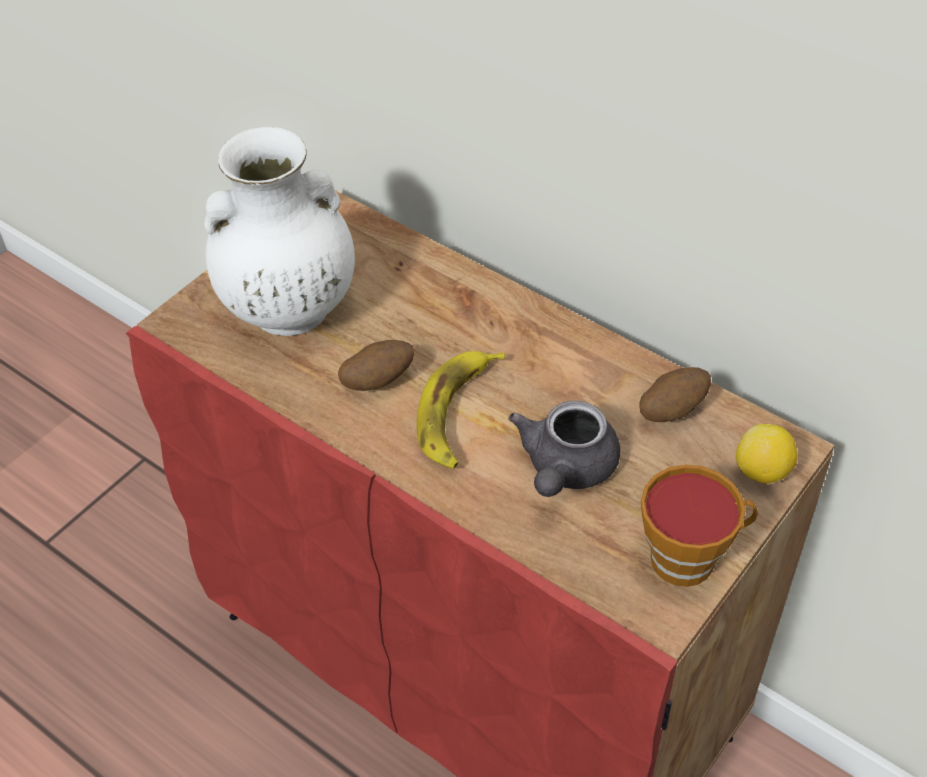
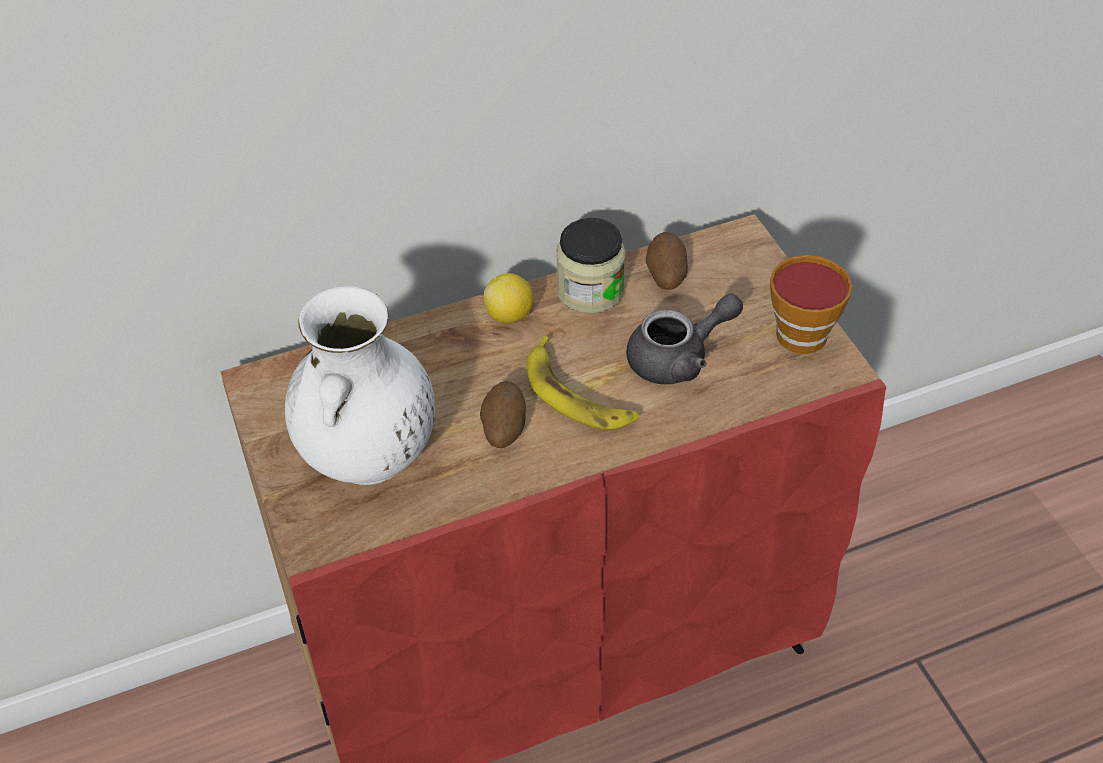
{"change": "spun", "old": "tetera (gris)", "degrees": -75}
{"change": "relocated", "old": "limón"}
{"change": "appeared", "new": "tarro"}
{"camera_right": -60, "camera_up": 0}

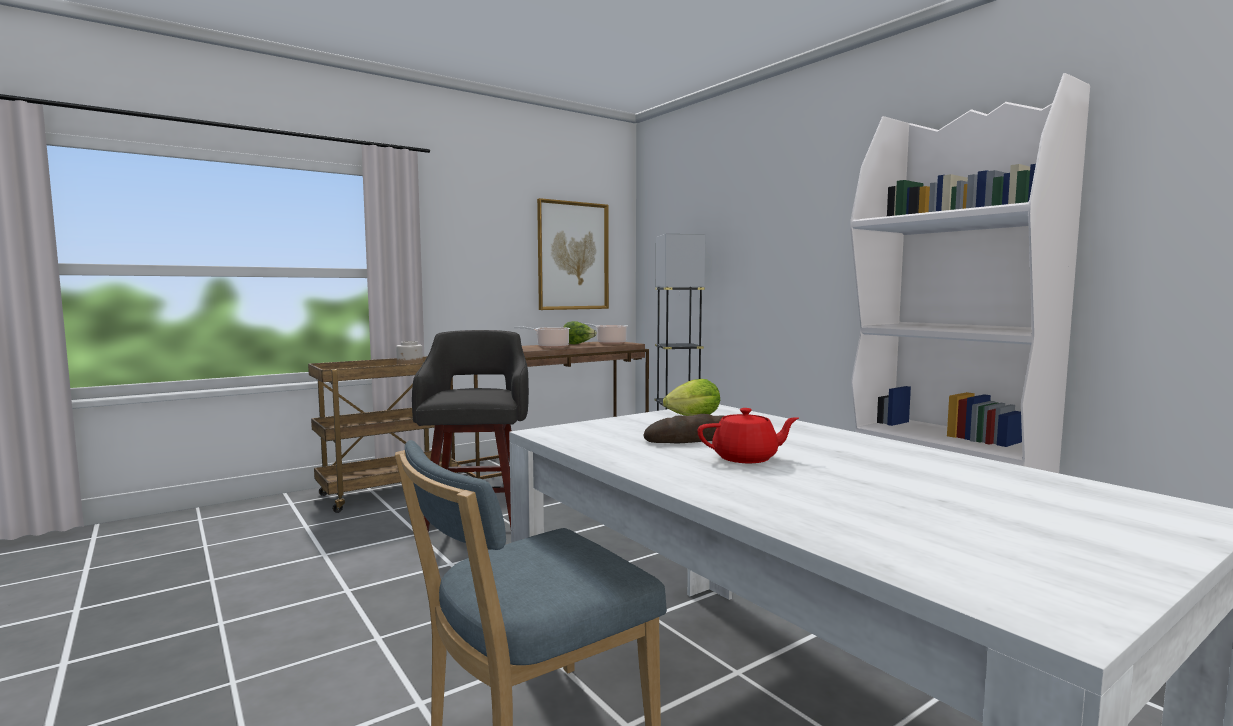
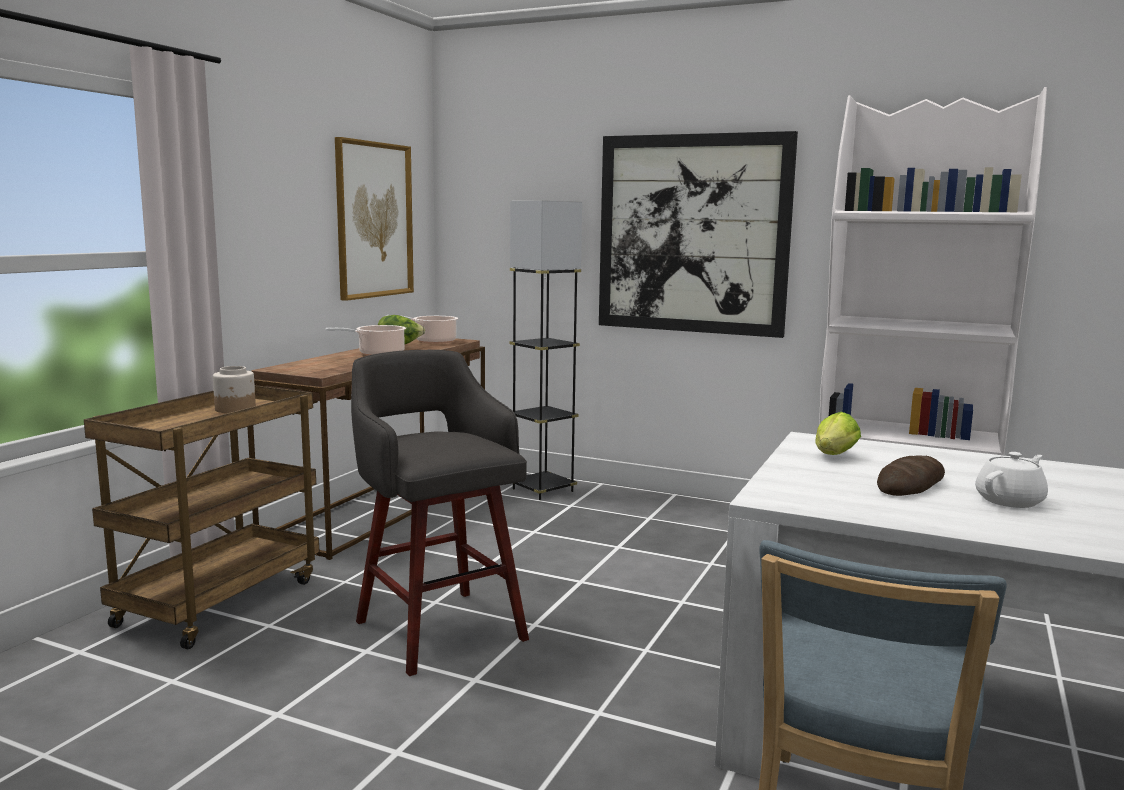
{"change": "colour", "old": "tetera (rojo)", "new": "tetera (blanco)"}
{"change": "appeared", "new": "cuadro (no. 2 from left)"}
{"camera_right": -30, "camera_up": 5}

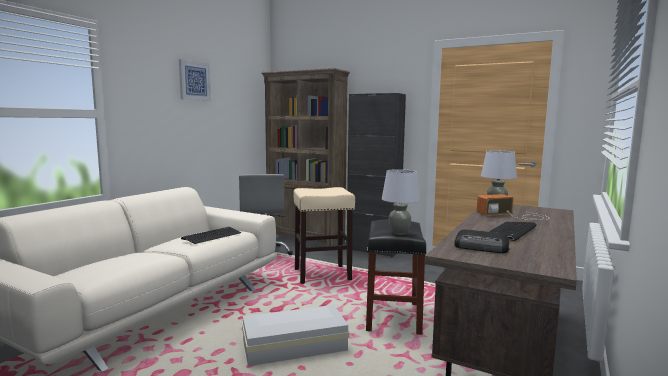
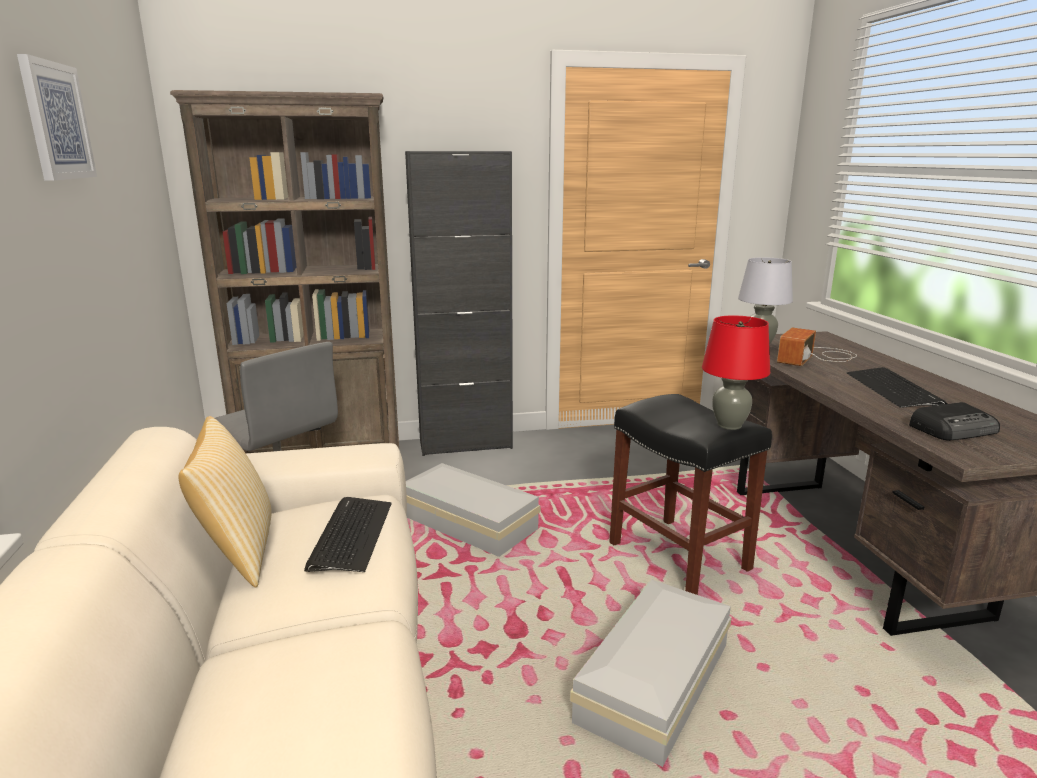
{"change": "colour", "old": "lámpara de mesa (gris) (no. 1 from left)", "new": "lámpara de mesa (rojo)"}
{"change": "exchanged", "old": "taburete (beis)", "new": "caja de almacenaje (blanco) (no. 1 from left)"}
{"change": "appeared", "new": "cojín"}
{"camera_right": -40, "camera_up": 10}

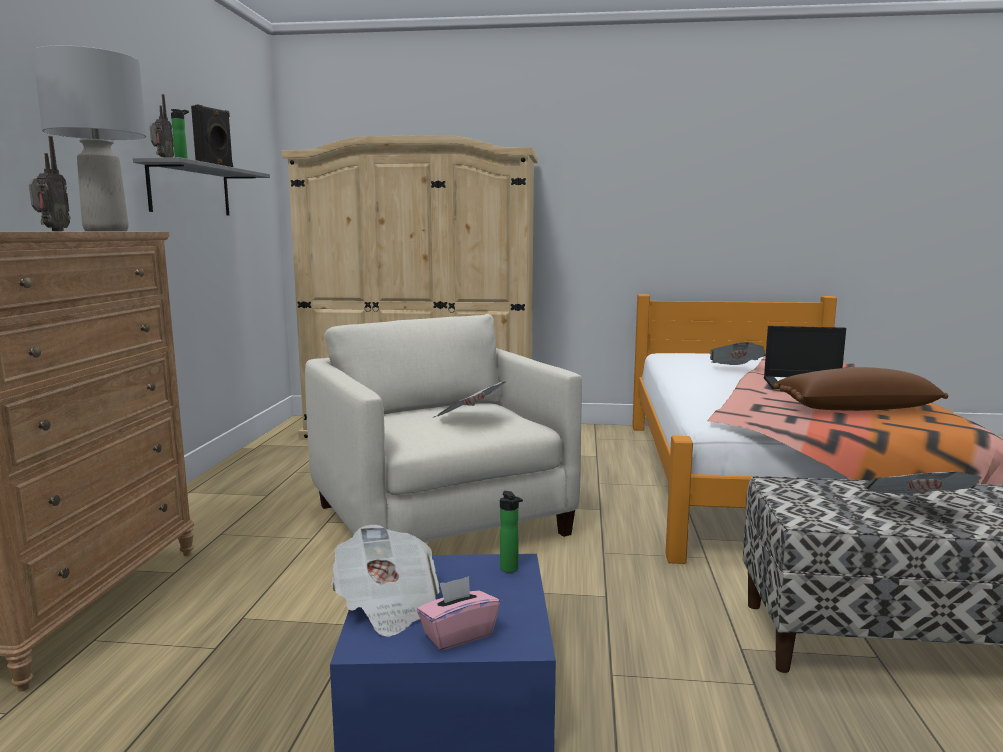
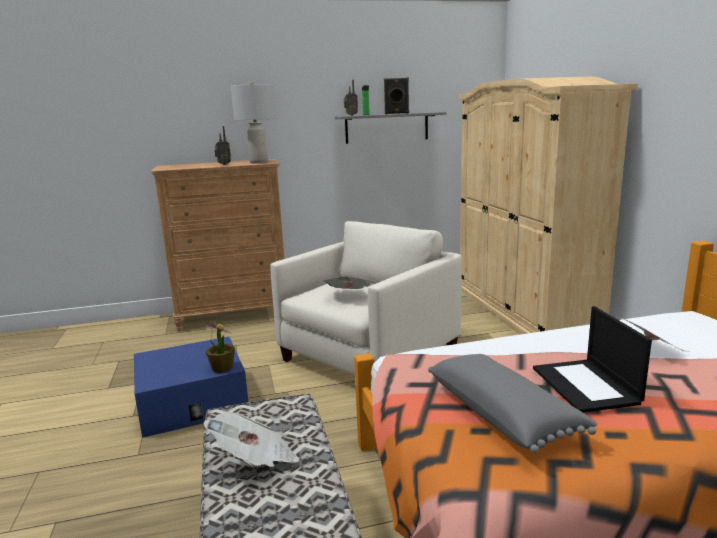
{"change": "colour", "old": "cojín (marrón)", "new": "cojín (gris)"}
{"change": "exchanged", "old": "botella (no. 2 from left)", "new": "planta en maceta"}
{"change": "missing", "old": "periódico (no. 1 from left)"}
{"change": "missing", "old": "caja de pañuelos (rosa)"}
{"camera_right": 70, "camera_up": 5}

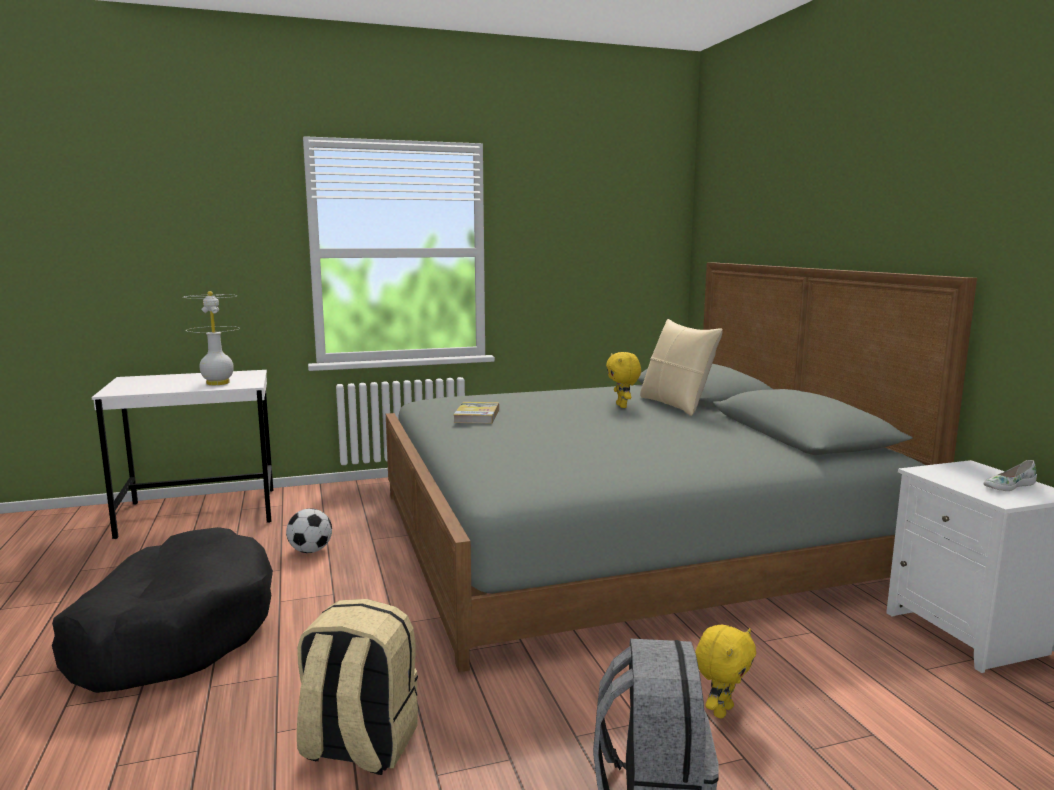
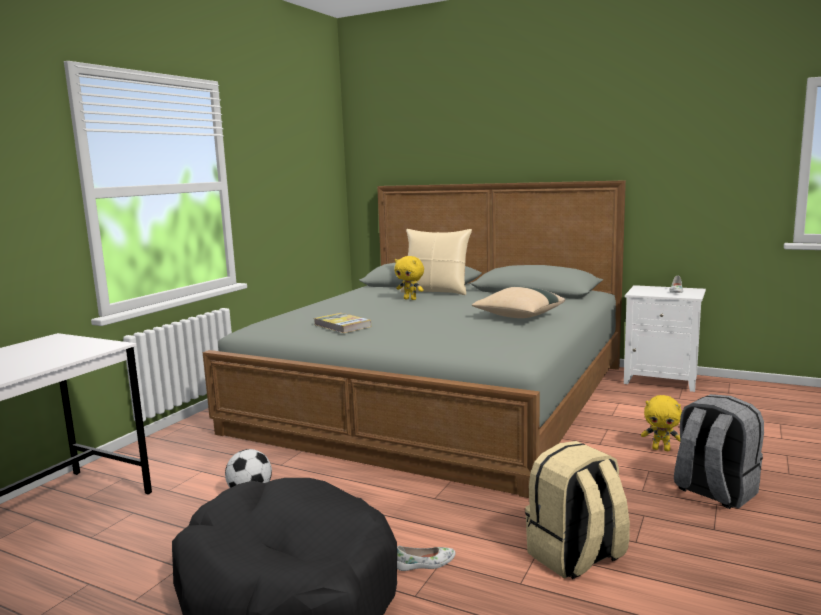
{"change": "missing", "old": "lámpara de mesa (blanco)"}
{"change": "spun", "old": "peluche (amarillo) (no. 2 from left)", "degrees": 120}
{"change": "appeared", "new": "cojín (beis) (no. 2 from left)"}
{"change": "appeared", "new": "zapato (blanco) (no. 1 from left)"}
{"camera_right": -45, "camera_up": 0}

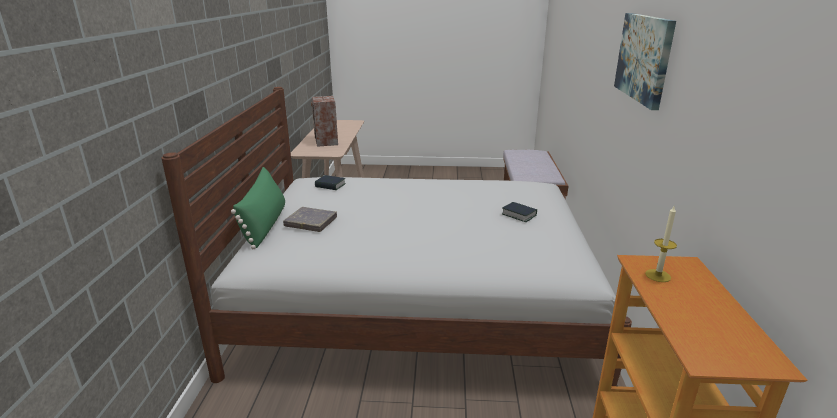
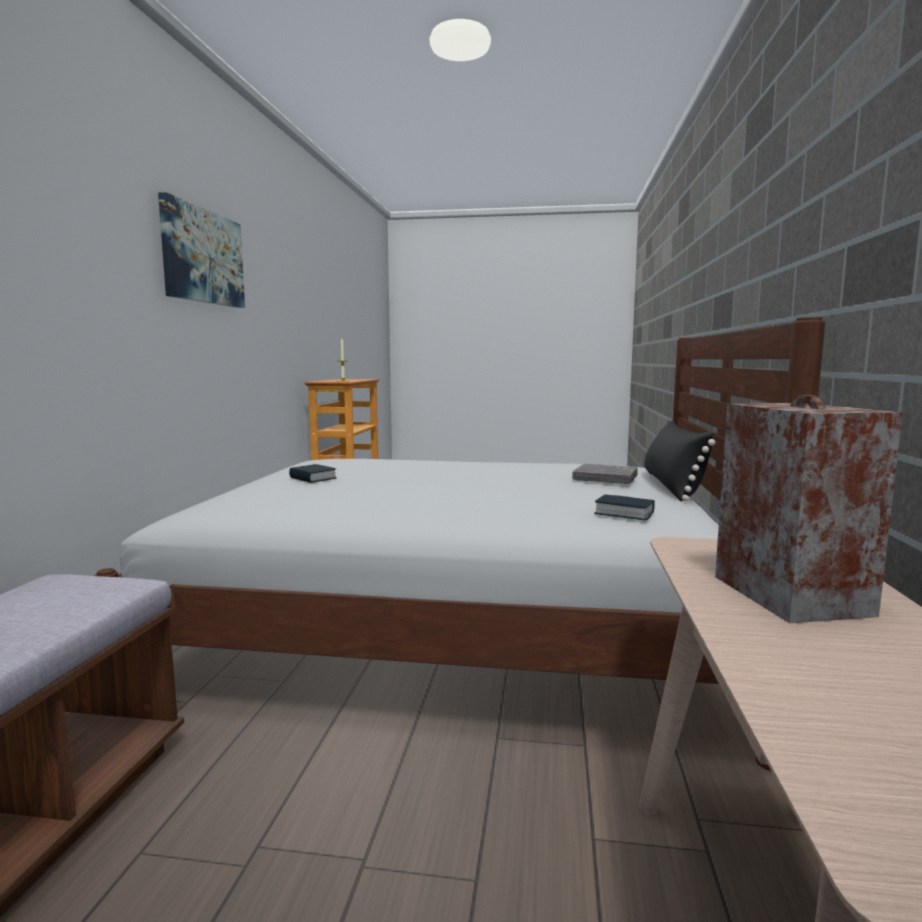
{"change": "colour", "old": "cojín (verde)", "new": "cojín (negro)"}
{"camera_right": -175, "camera_up": -15}

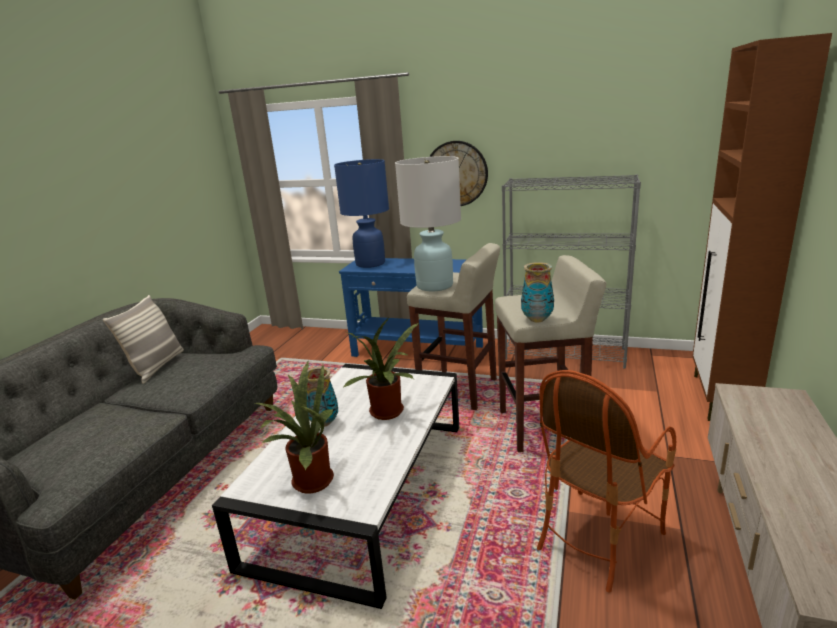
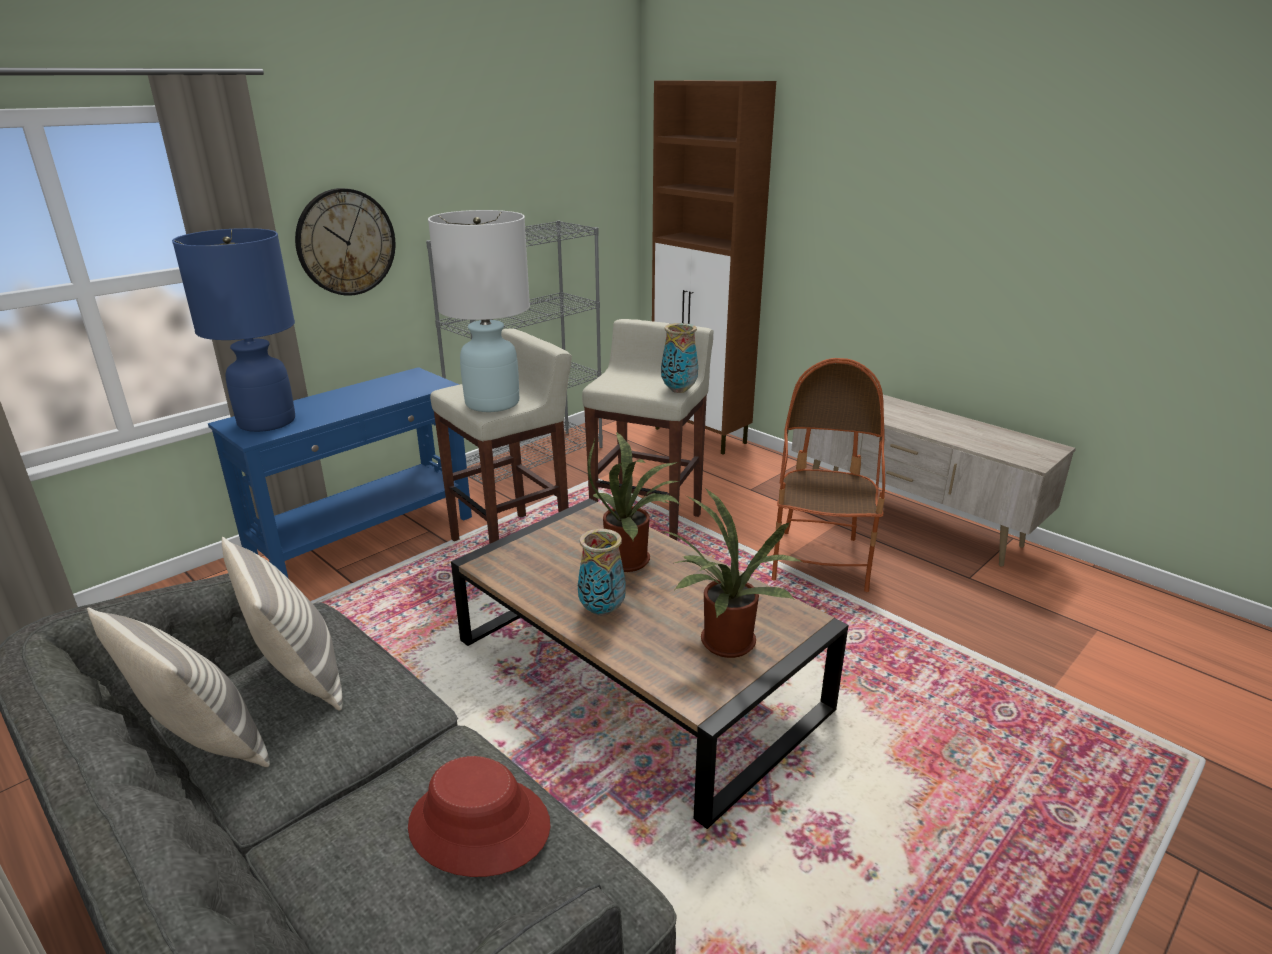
{"change": "colour", "old": "mesa de centro (blanco)", "new": "mesa de centro (marrón)"}
{"change": "spun", "old": "sillón", "degrees": -150}
{"change": "appeared", "new": "cojín (no. 2 from left)"}
{"change": "appeared", "new": "sombrero (rojo)"}
{"camera_right": -65, "camera_up": 5}

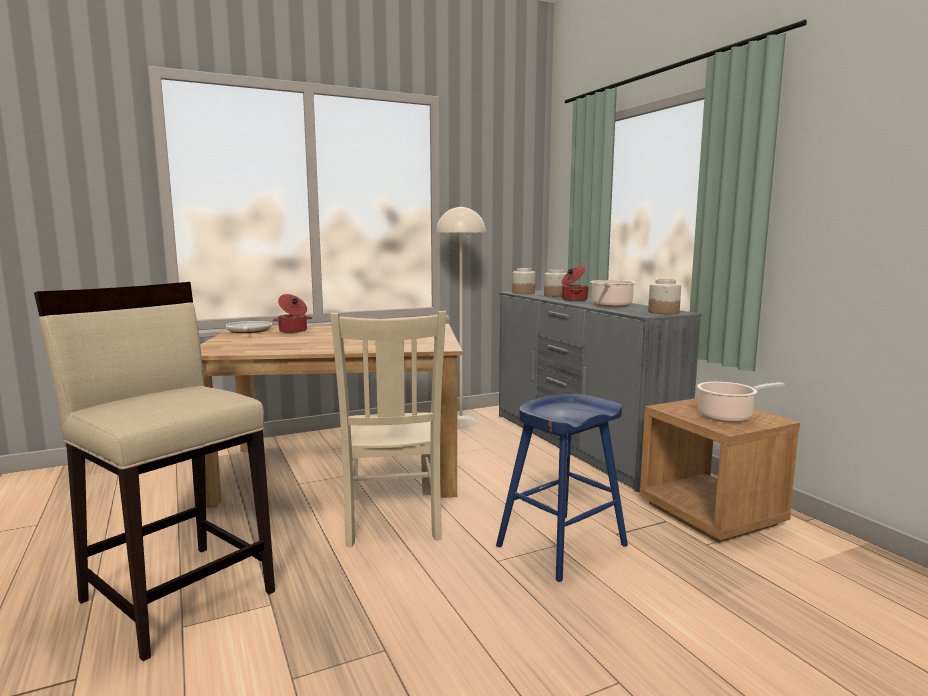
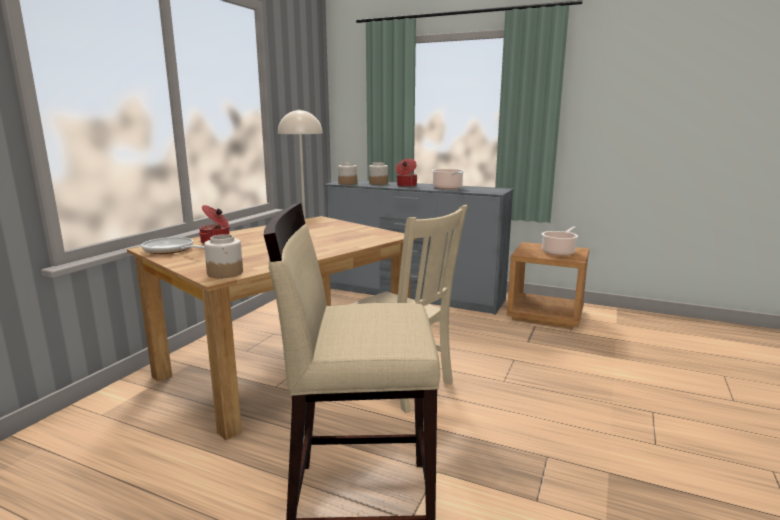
{"change": "relocated", "old": "tarro (no. 3 from left in the first image)", "new": "tarro (no. 1 from left)"}
{"change": "missing", "old": "taburete (azul)"}
{"camera_right": -40, "camera_up": 5}

